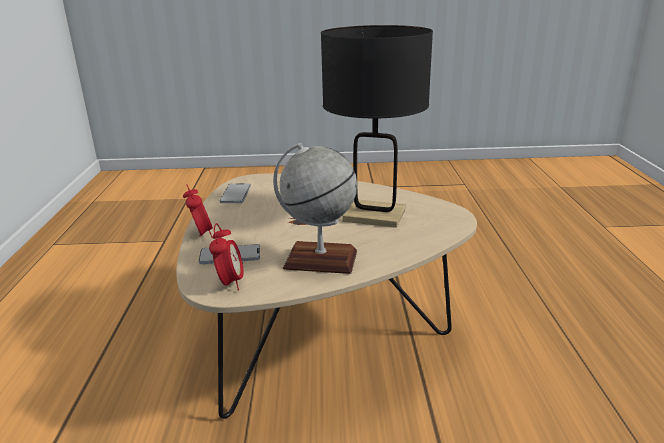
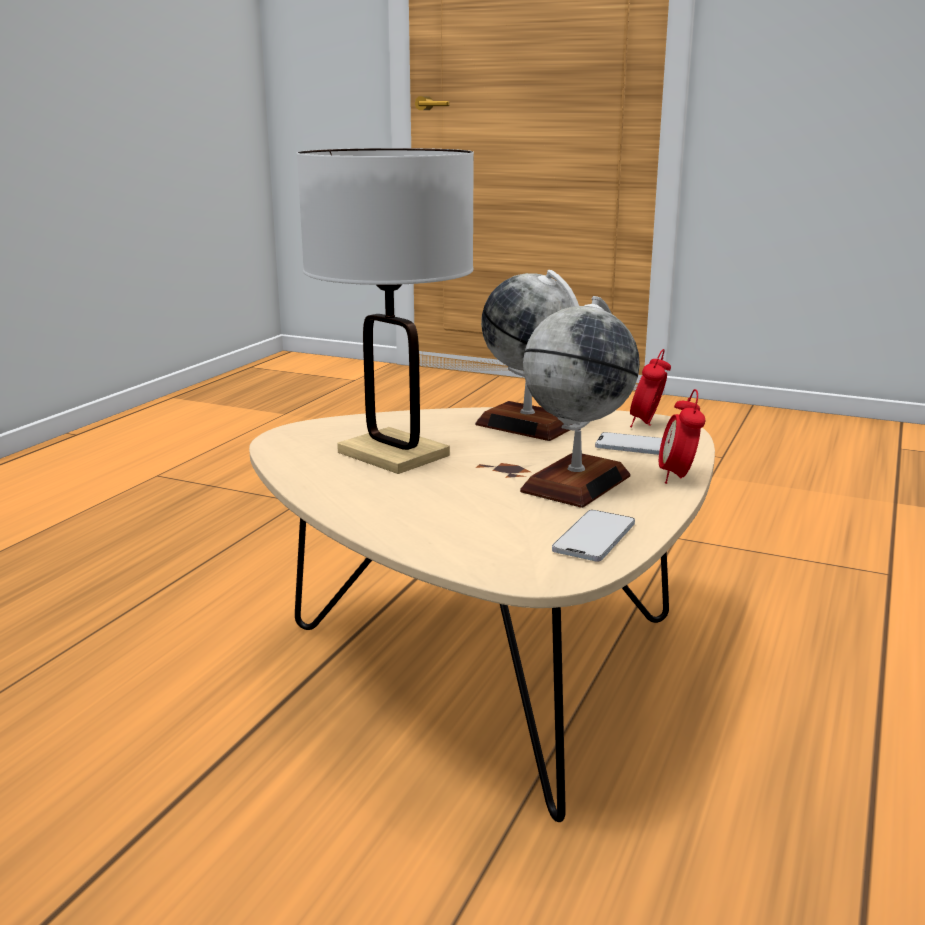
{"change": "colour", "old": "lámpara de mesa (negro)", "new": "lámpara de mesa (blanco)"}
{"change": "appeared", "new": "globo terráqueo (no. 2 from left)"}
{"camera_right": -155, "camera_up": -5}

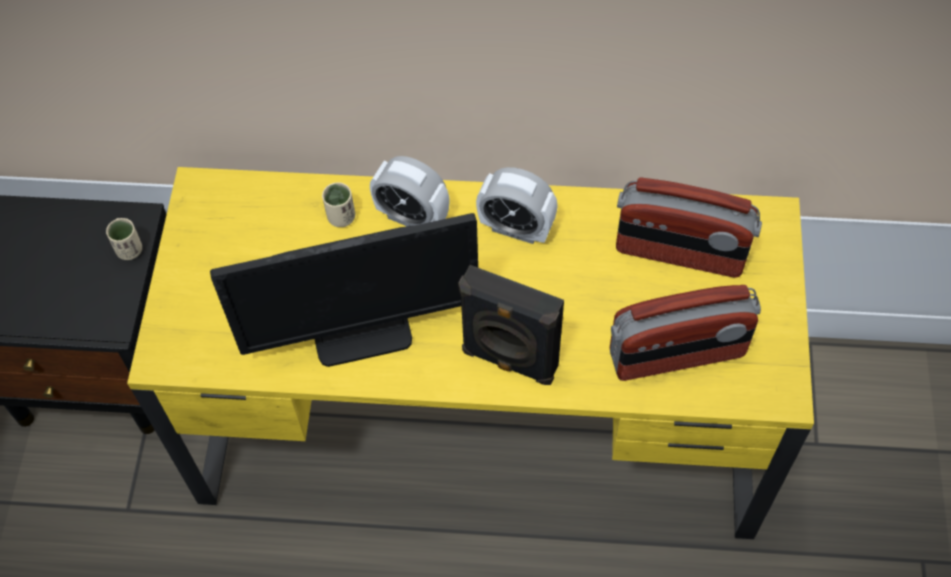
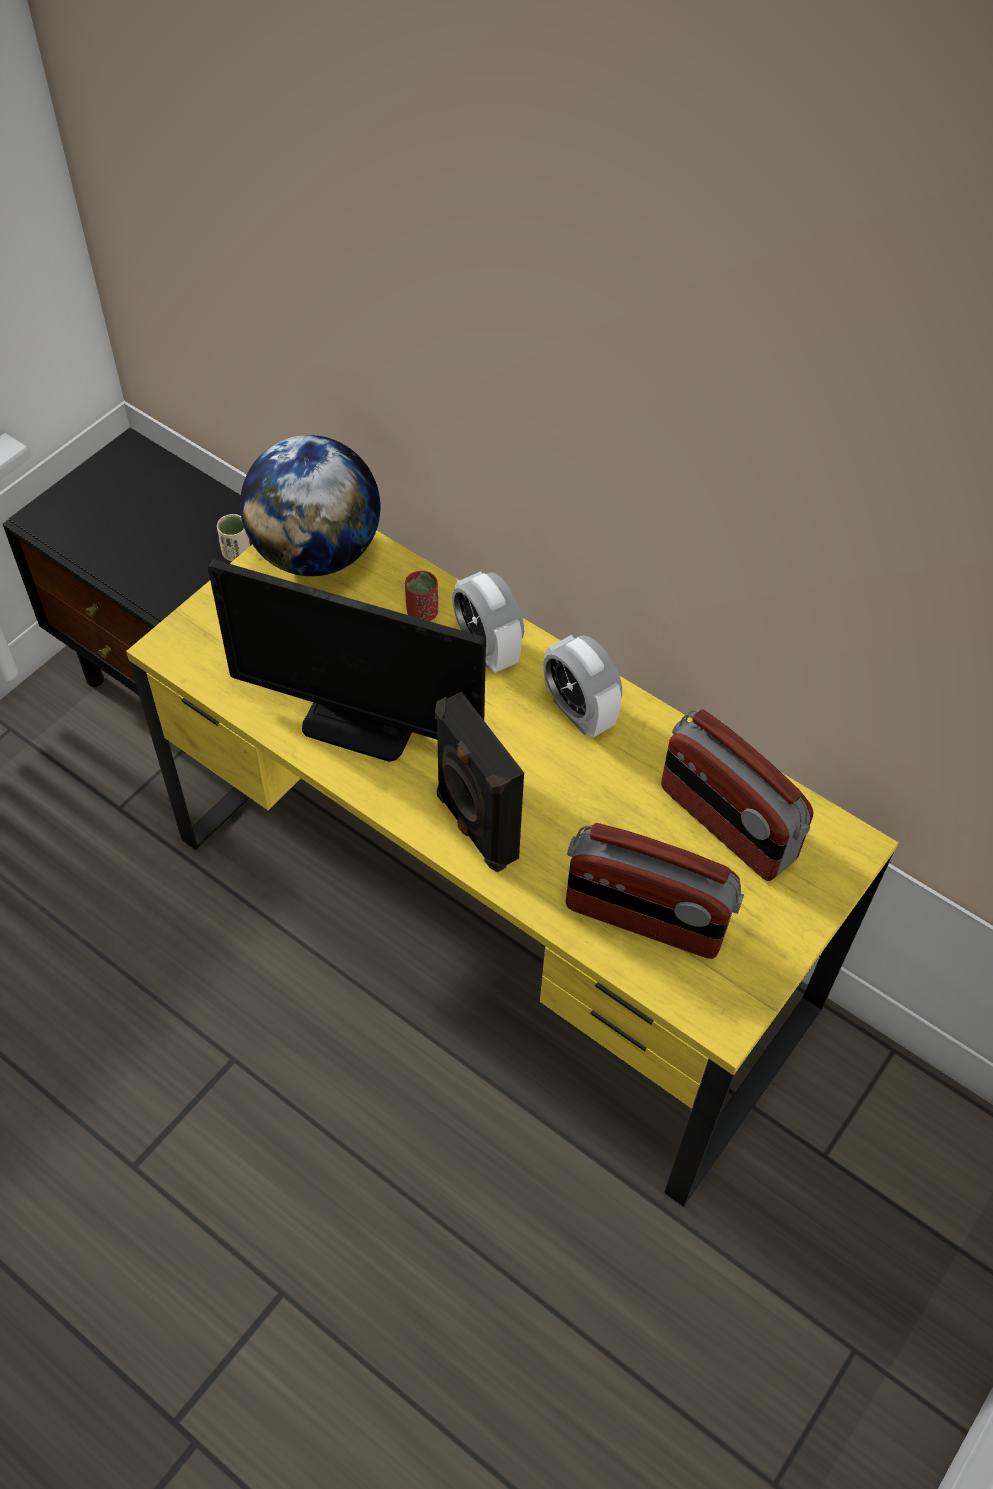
{"change": "colour", "old": "taza (beis) (no. 2 from left)", "new": "taza (rojo)"}
{"change": "appeared", "new": "globo terráqueo"}
{"camera_right": 30, "camera_up": -5}

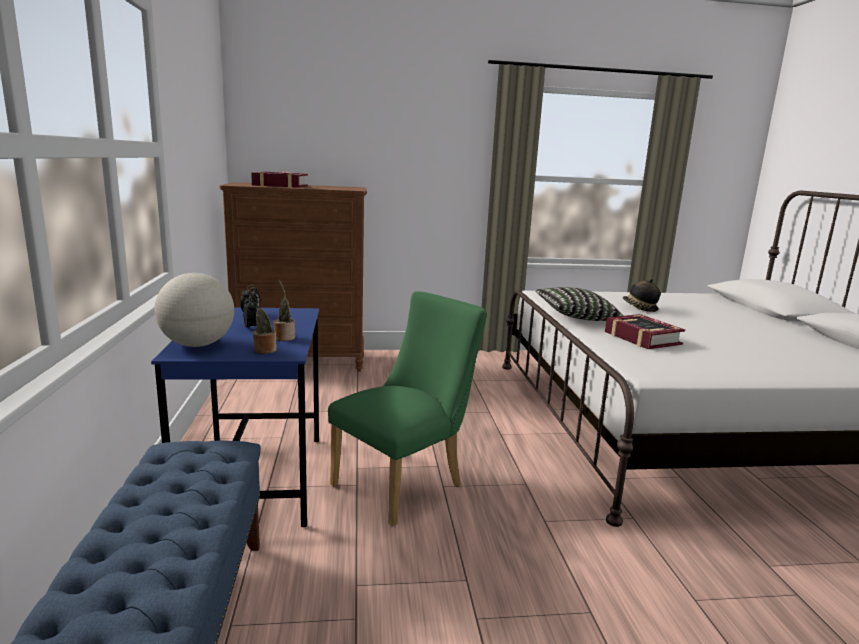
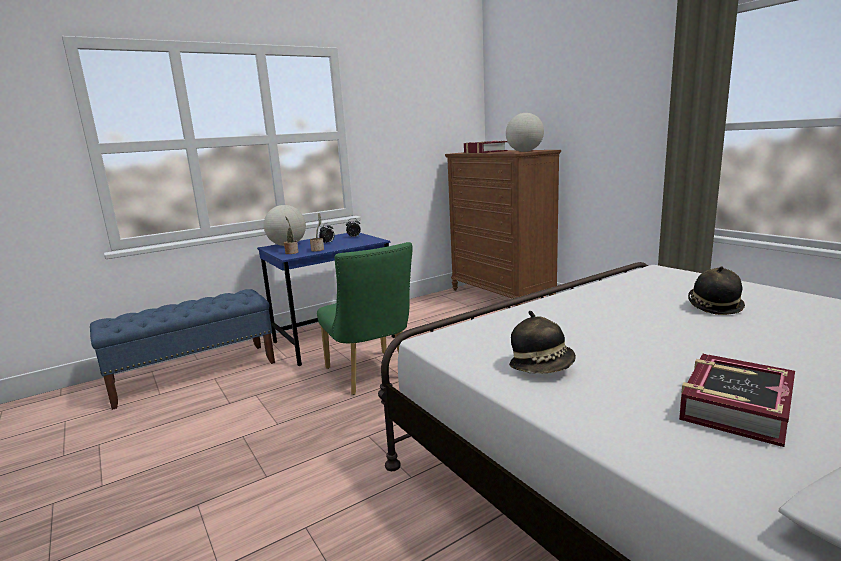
{"change": "missing", "old": "cojín"}
{"change": "spun", "old": "silla (verde)", "degrees": 45}
{"change": "relocated", "old": "libro (no. 2 from left)"}
{"change": "appeared", "new": "globo terráqueo (no. 2 from left)"}
{"change": "appeared", "new": "sombrero (no. 1 from left)"}
{"camera_right": 65, "camera_up": 0}

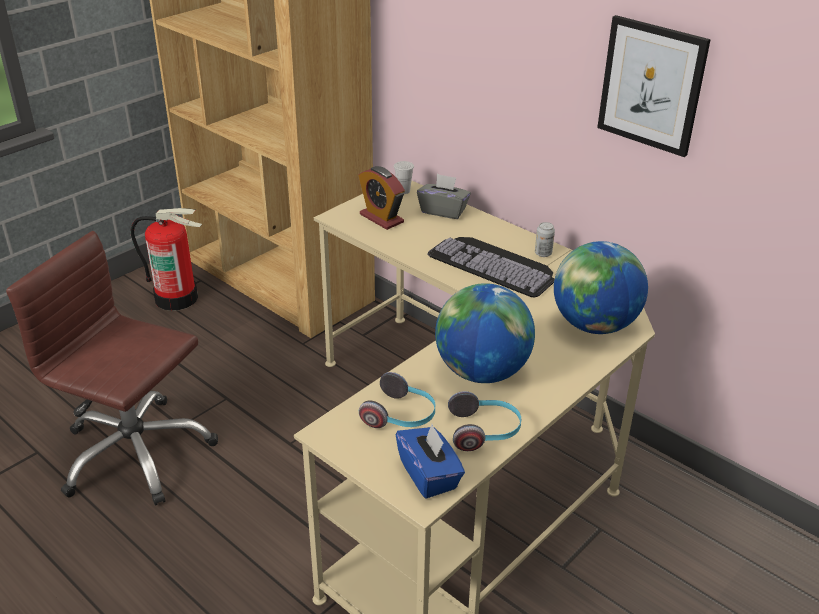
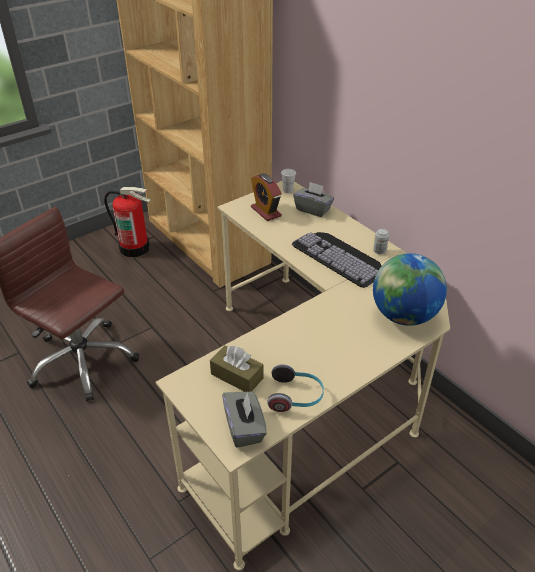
{"change": "missing", "old": "cuadro"}
{"change": "missing", "old": "globo terráqueo (no. 1 from left)"}
{"change": "exchanged", "old": "auriculares (no. 1 from left)", "new": "caja de pañuelos (marrón)"}
{"change": "colour", "old": "caja de pañuelos (azul)", "new": "caja de pañuelos (gris) (no. 1 from left)"}
{"camera_right": 10, "camera_up": 5}

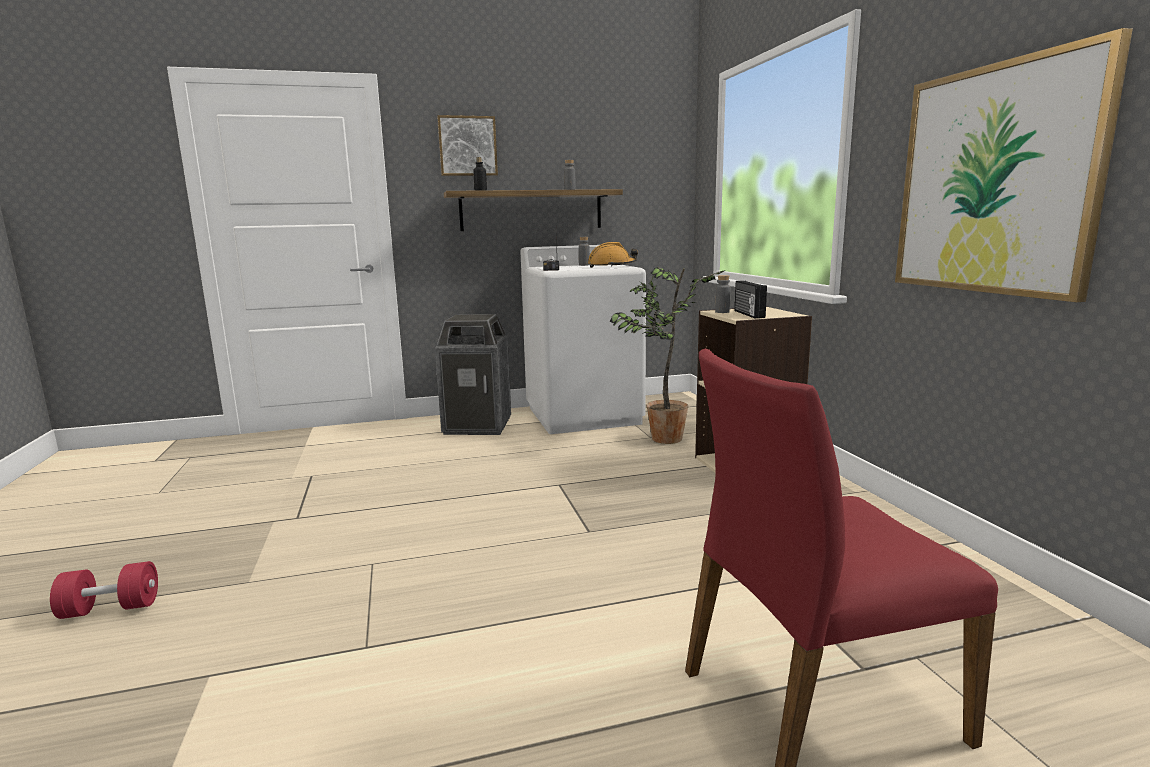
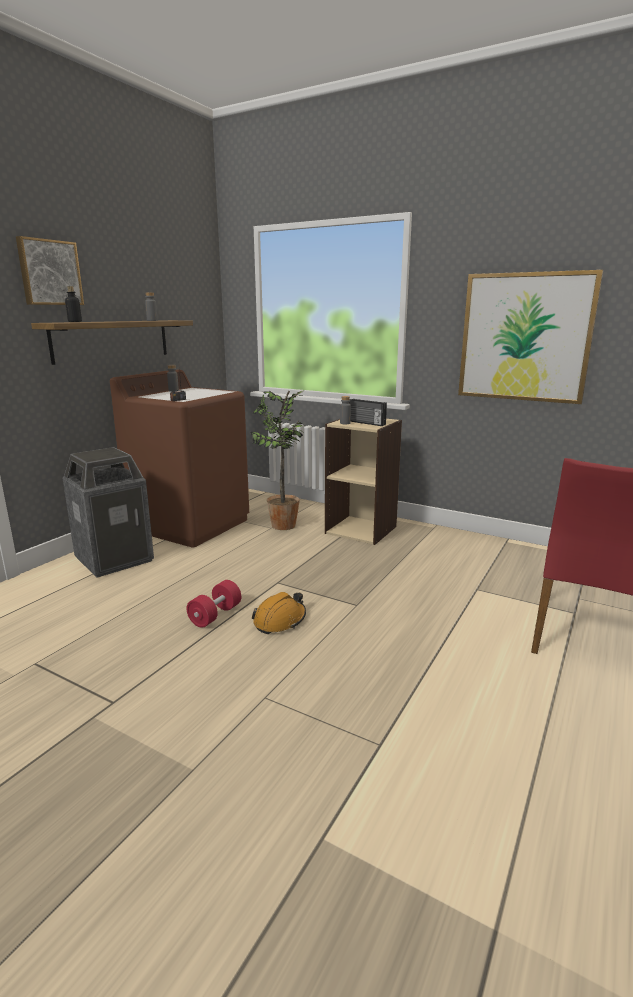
{"change": "relocated", "old": "casco (naranja)"}
{"change": "colour", "old": "lavadora (blanco)", "new": "lavadora (marrón)"}
{"change": "relocated", "old": "mancuerna (rojo)"}
{"camera_right": -45, "camera_up": 5}

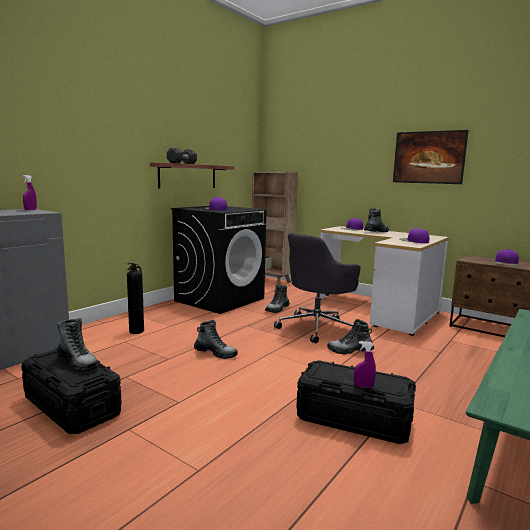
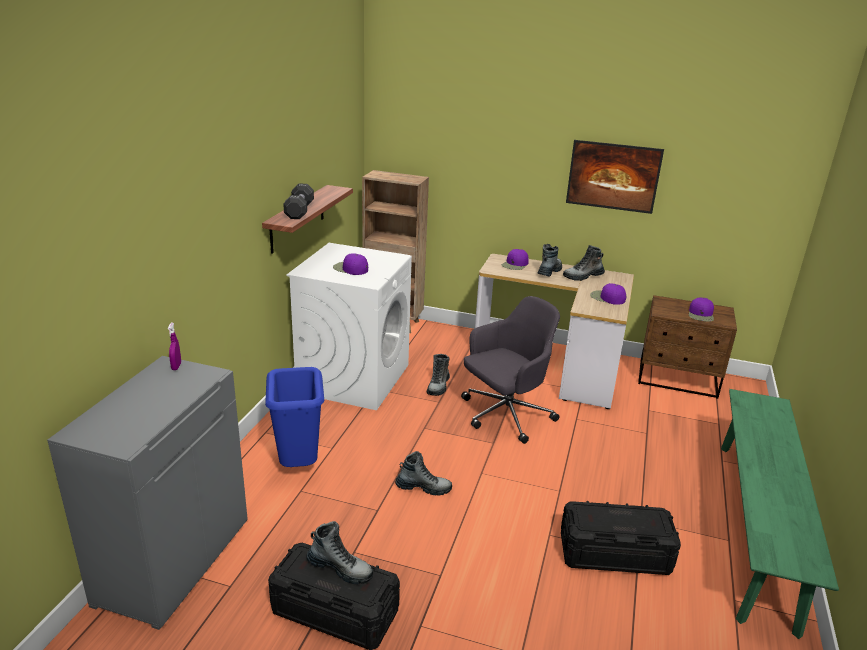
{"change": "colour", "old": "lavadora (negro)", "new": "lavadora (blanco)"}
{"change": "spun", "old": "silla de oficina (gris)", "degrees": -150}
{"change": "exchanged", "old": "extintor", "new": "papelera (azul)"}
{"change": "relocated", "old": "bota (no. 4 from left in the first image)", "new": "bota (no. 5 from left)"}
{"change": "missing", "old": "pulverizador (morado) (no. 2 from left)"}
{"camera_right": -20, "camera_up": 15}

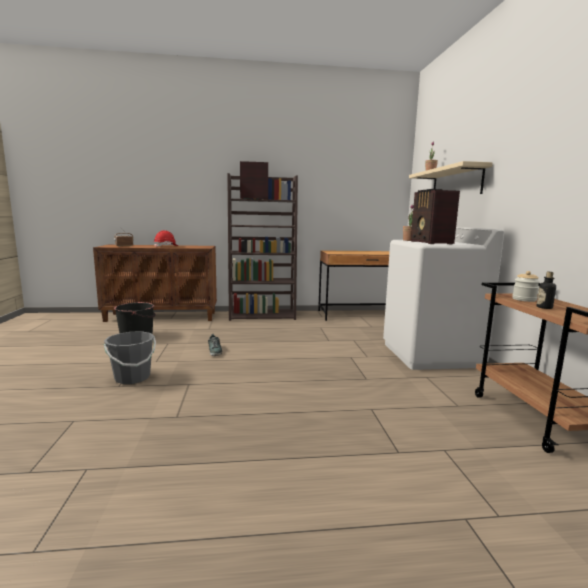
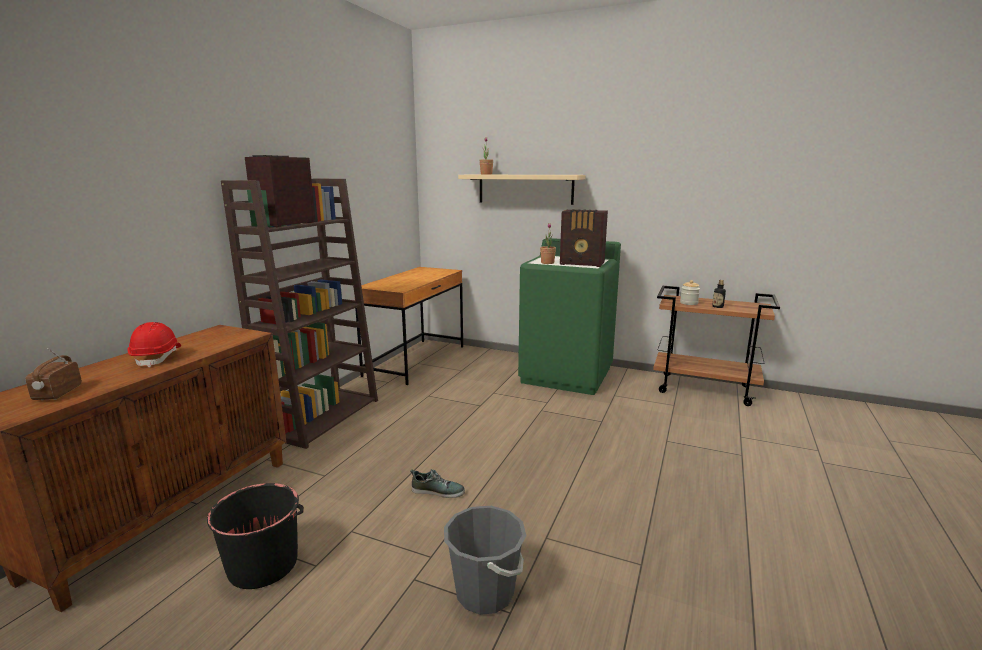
{"change": "colour", "old": "lavadora (blanco)", "new": "lavadora (verde)"}
{"camera_right": -60, "camera_up": 5}

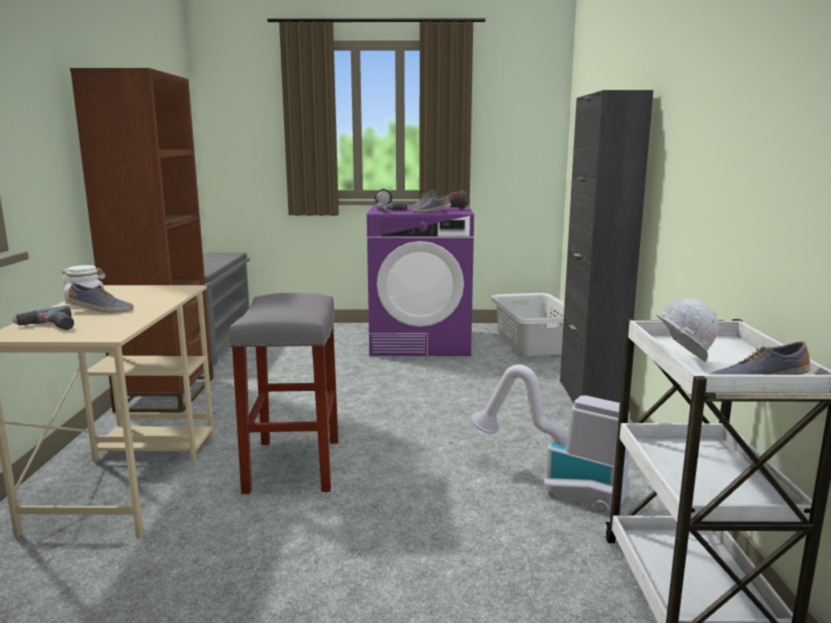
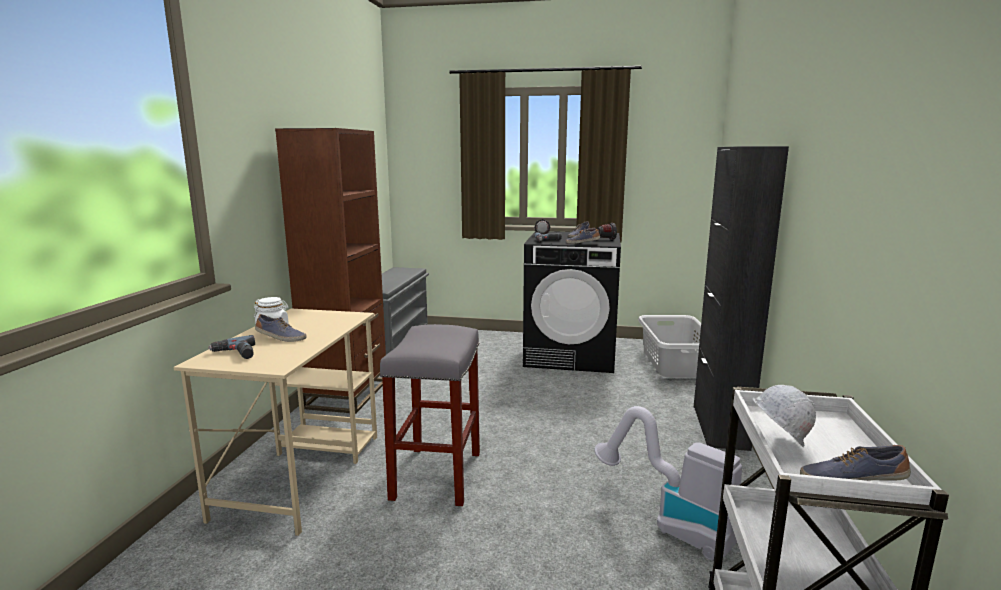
{"change": "colour", "old": "lavadora (morado)", "new": "lavadora (negro)"}
{"camera_right": 10, "camera_up": 0}

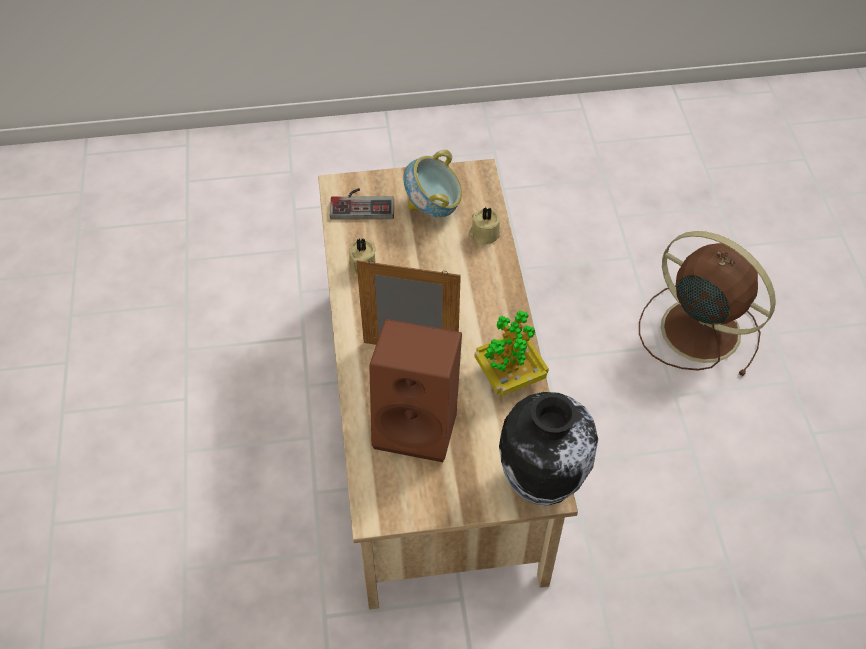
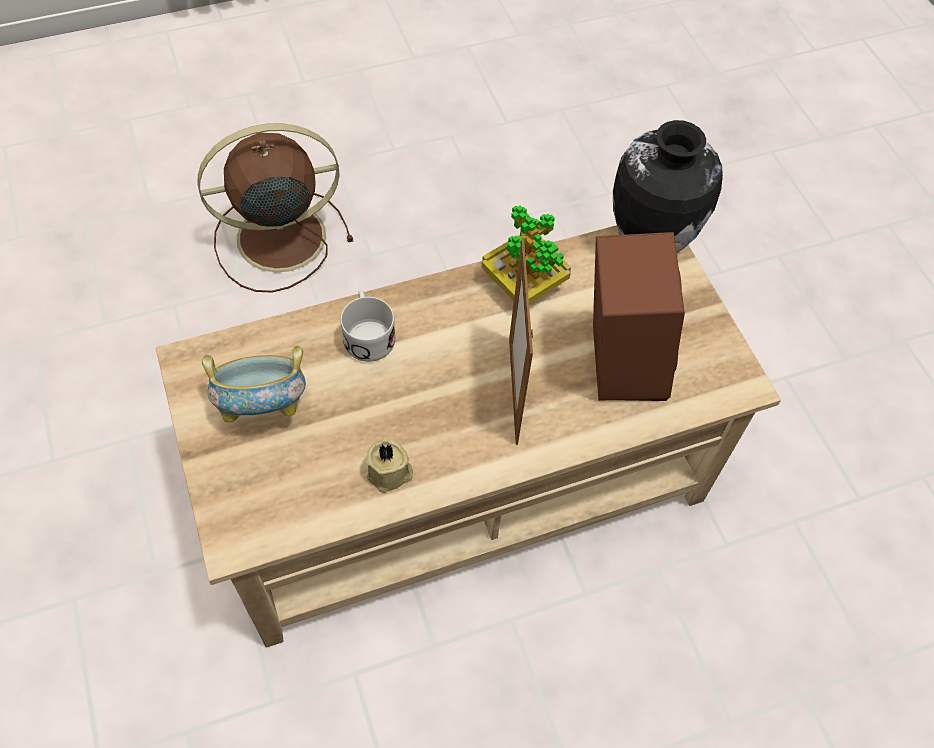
{"change": "missing", "old": "mando de consola"}
{"change": "missing", "old": "vela (beis) (no. 2 from left)"}
{"change": "spun", "old": "ventilador (marrón)", "degrees": 45}
{"change": "appeared", "new": "taza grande (blanco)"}
{"camera_right": -105, "camera_up": 5}

